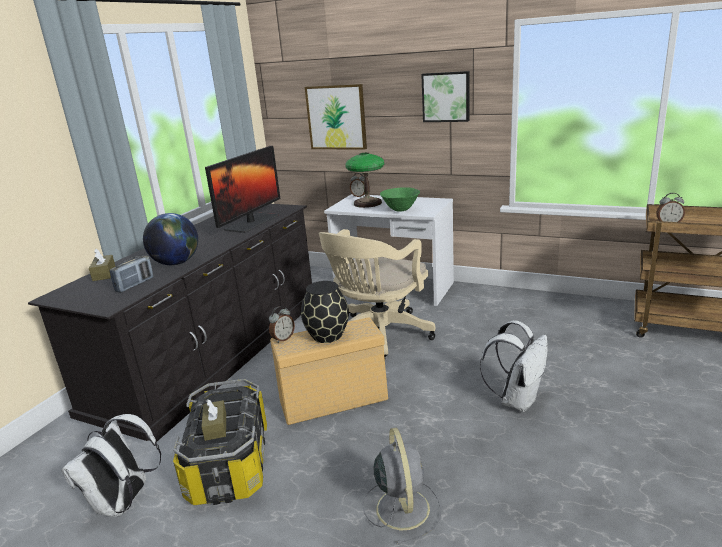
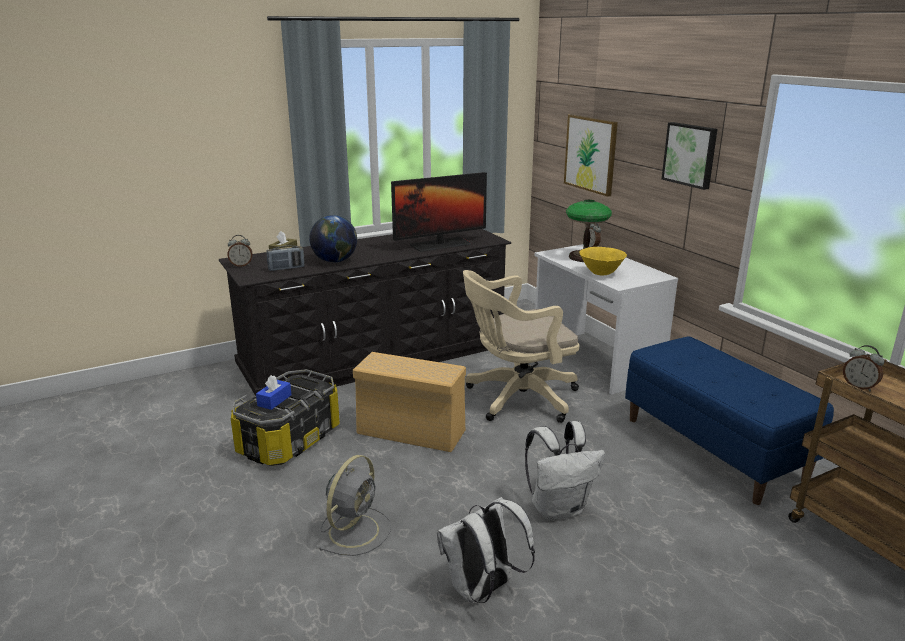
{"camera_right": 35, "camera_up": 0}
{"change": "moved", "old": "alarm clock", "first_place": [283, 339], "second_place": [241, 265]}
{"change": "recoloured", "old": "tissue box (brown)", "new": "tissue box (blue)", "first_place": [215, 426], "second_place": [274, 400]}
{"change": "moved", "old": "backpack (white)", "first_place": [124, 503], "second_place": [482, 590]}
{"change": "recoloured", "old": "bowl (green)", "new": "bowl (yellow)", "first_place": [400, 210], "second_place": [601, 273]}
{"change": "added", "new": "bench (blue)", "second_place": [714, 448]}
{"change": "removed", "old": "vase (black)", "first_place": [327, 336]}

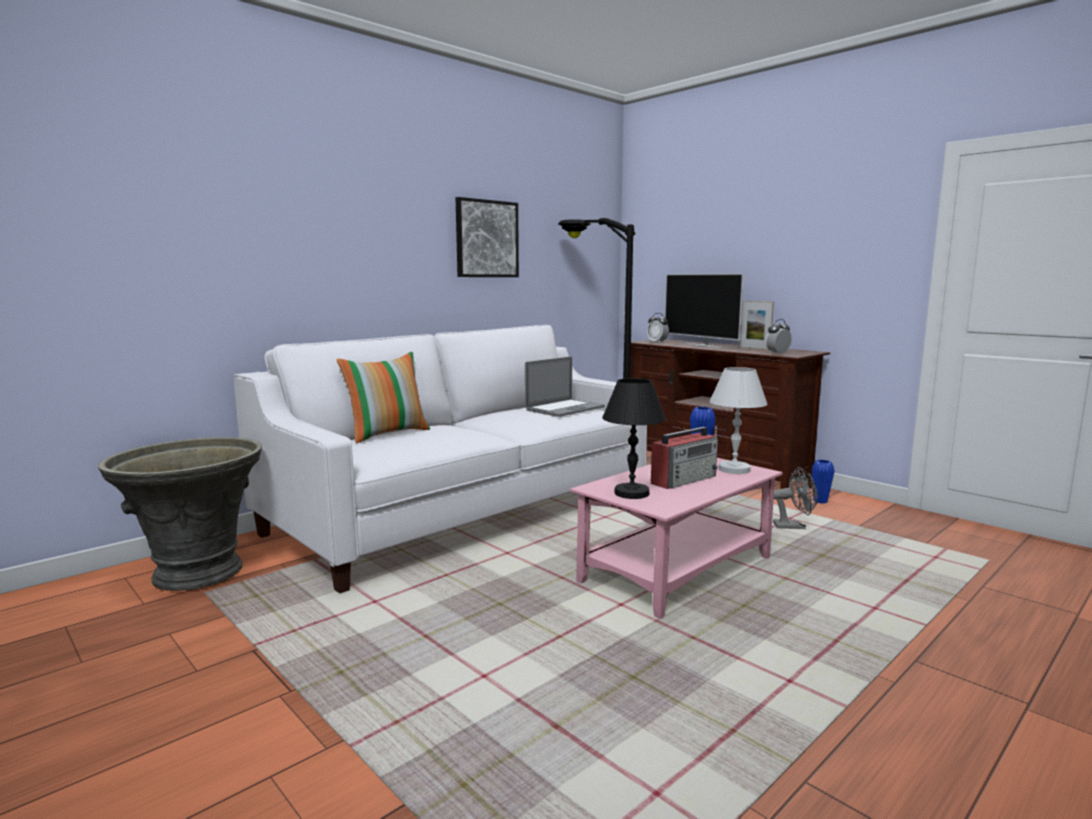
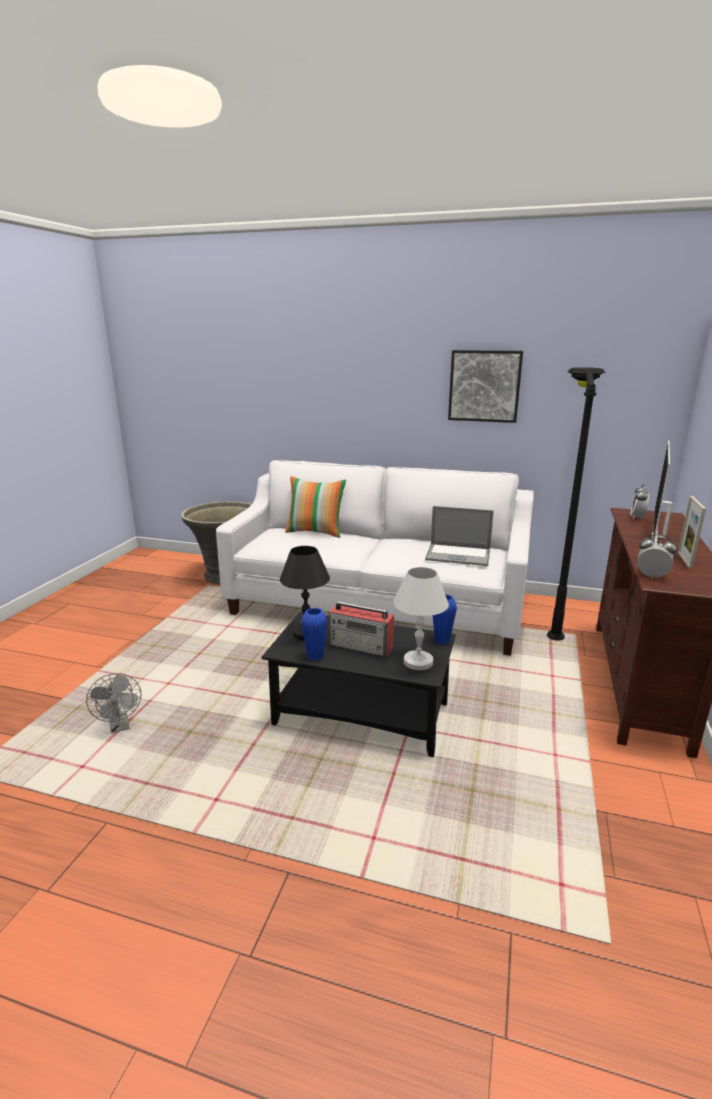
{"camera_right": 60, "camera_up": 10}
{"change": "moved", "old": "fan (grey)", "first_place": [794, 527], "second_place": [120, 726]}
{"change": "recoloured", "old": "coffee table (pink)", "new": "coffee table (black)", "first_place": [677, 569], "second_place": [363, 714]}
{"change": "moved", "old": "vase (blue)", "first_place": [820, 501], "second_place": [315, 656]}

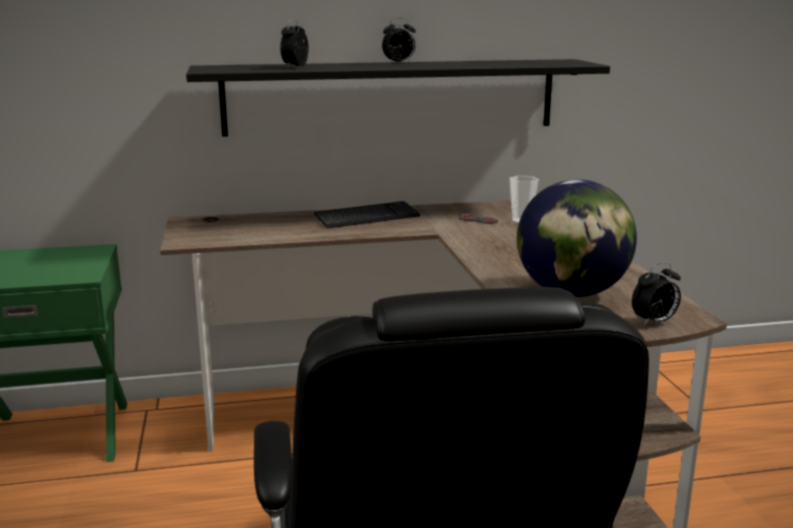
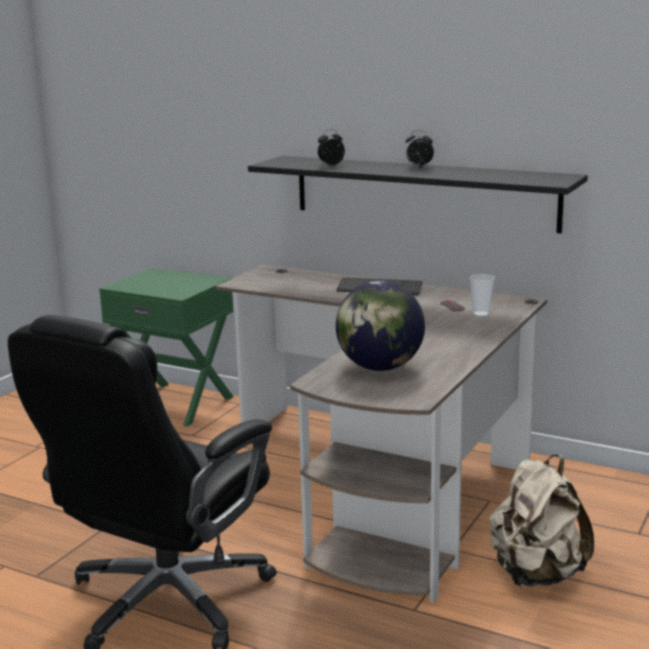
{"camera_right": 40, "camera_up": 0}
{"change": "added", "new": "backpack (beige)", "second_place": [536, 575]}
{"change": "removed", "old": "alarm clock", "first_place": [654, 322]}

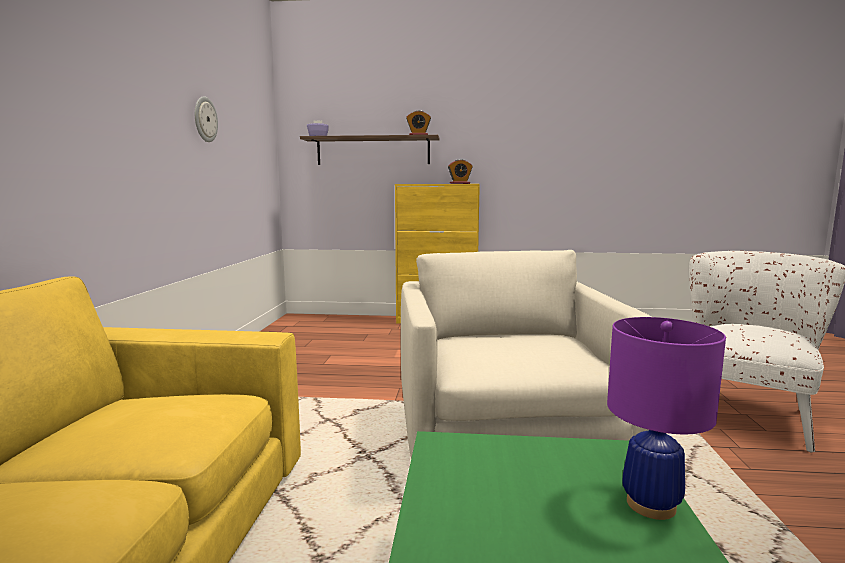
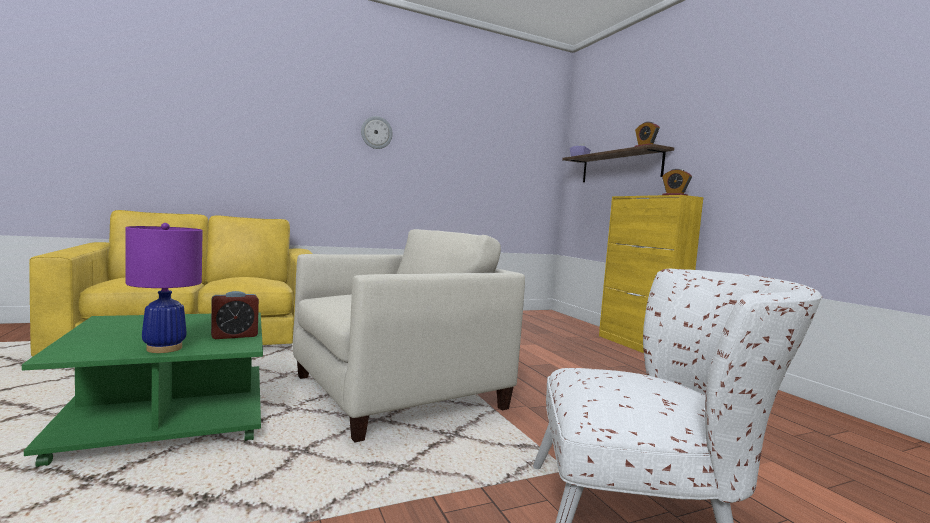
{"camera_right": 60, "camera_up": -5}
{"change": "added", "new": "alarm clock", "second_place": [234, 336]}
{"change": "moved", "old": "wall clock", "first_place": [205, 119], "second_place": [376, 132]}

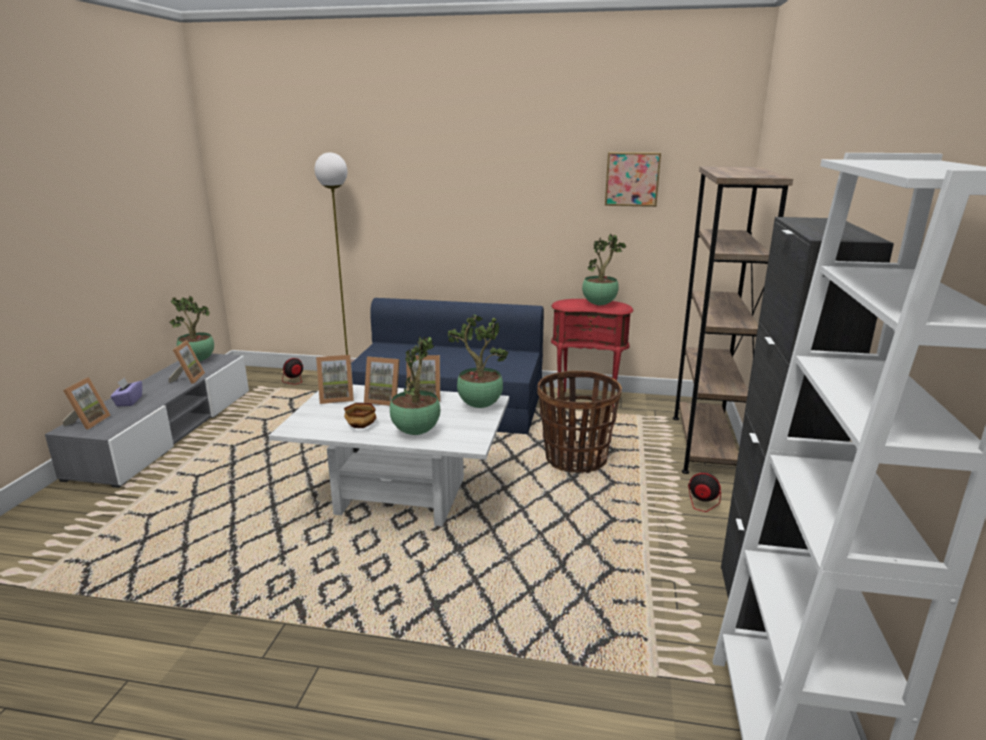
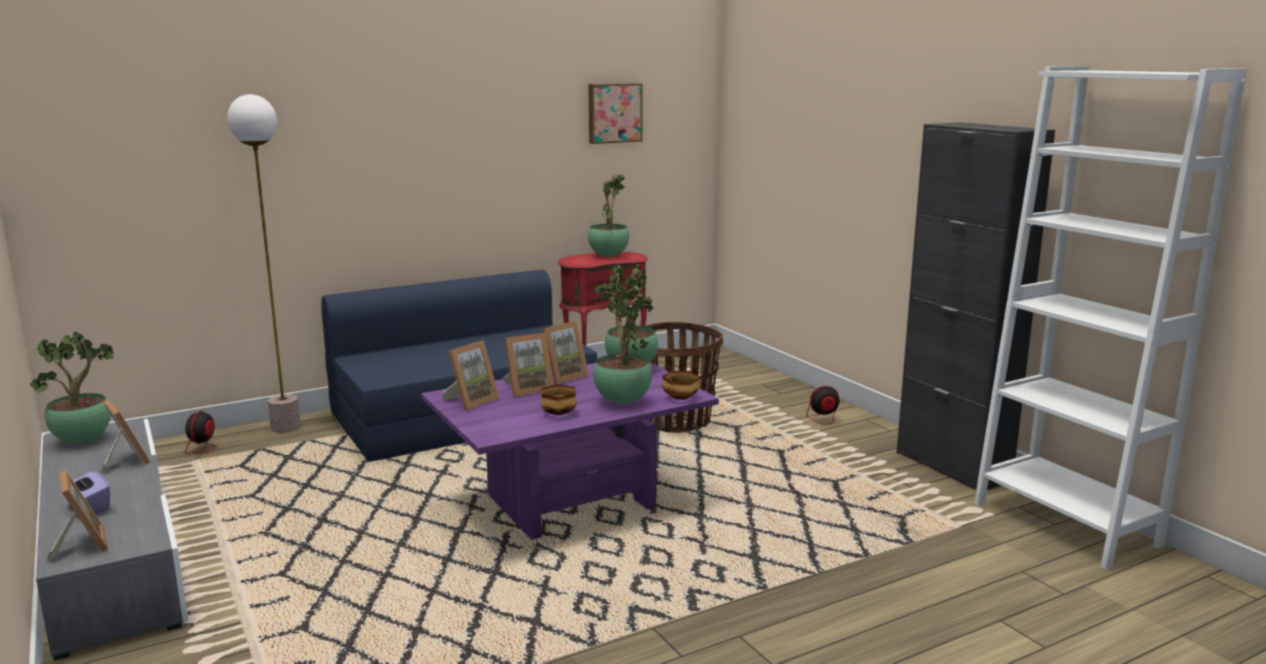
{"camera_right": -40, "camera_up": -5}
{"change": "recoloured", "old": "coffee table (white)", "new": "coffee table (purple)", "first_place": [401, 496], "second_place": [570, 502]}
{"change": "added", "new": "bowl", "second_place": [679, 398]}
{"change": "removed", "old": "bookcase (brown)", "first_place": [704, 445]}

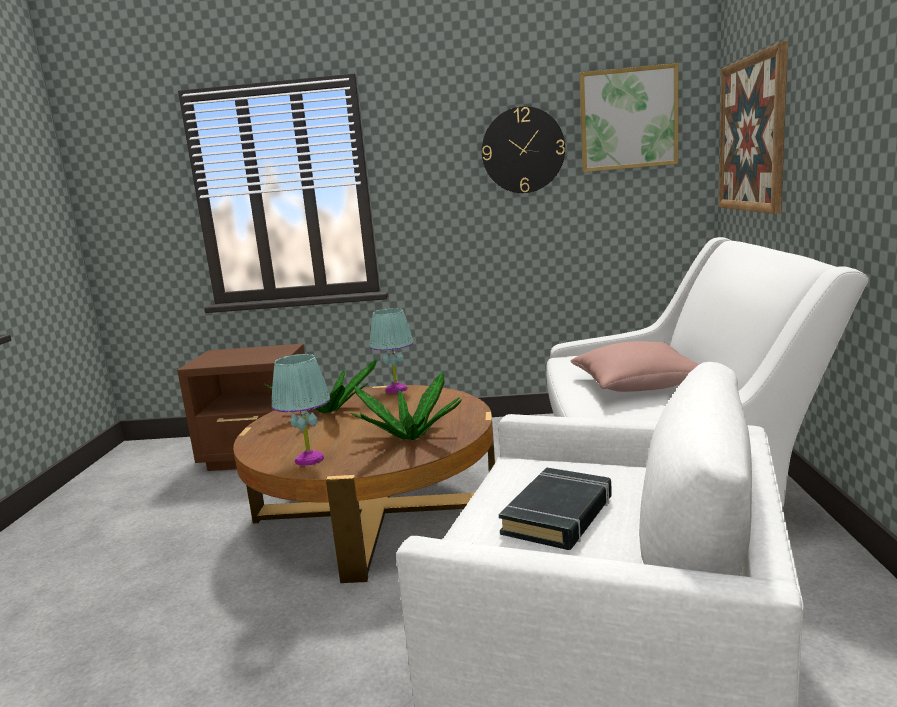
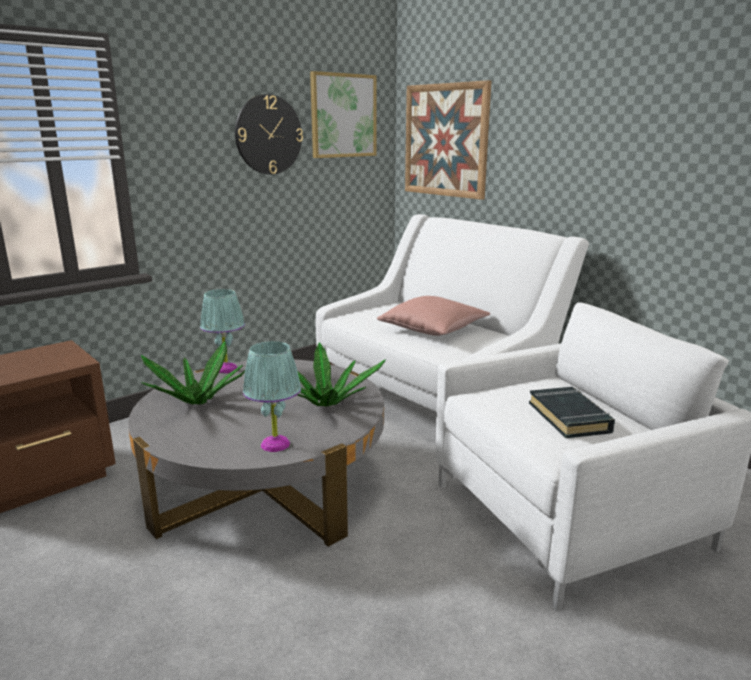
{"camera_right": -45, "camera_up": 5}
{"change": "recoloured", "old": "coffee table (brown)", "new": "coffee table (grey)", "first_place": [375, 511], "second_place": [266, 484]}

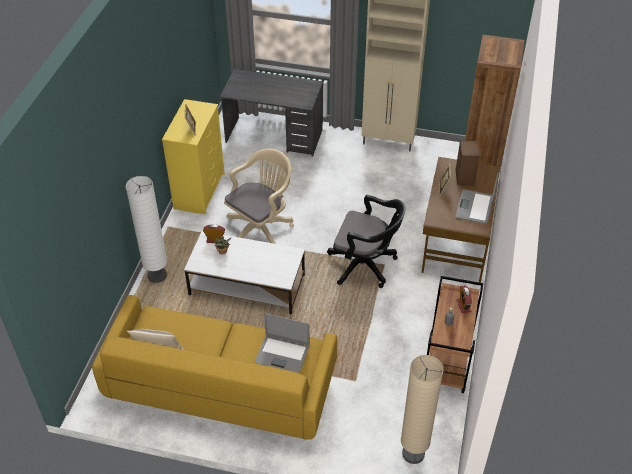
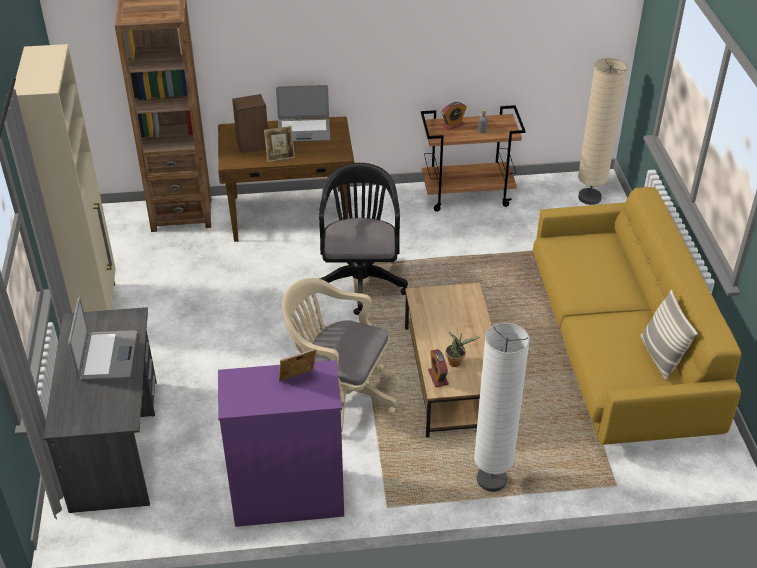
{"camera_right": -110, "camera_up": -5}
{"change": "moved", "old": "laptop", "first_place": [282, 354], "second_place": [107, 356]}
{"change": "recoloured", "old": "dresser (yellow)", "new": "dresser (purple)", "first_place": [199, 190], "second_place": [287, 497]}
{"change": "recoloured", "old": "coffee table (white)", "new": "coffee table (brown)", "first_place": [247, 285], "second_place": [453, 377]}

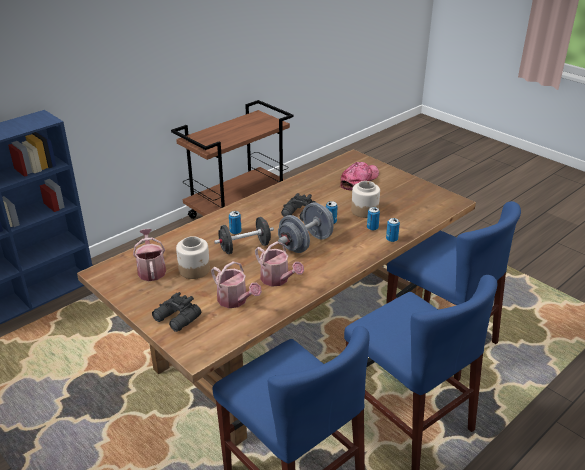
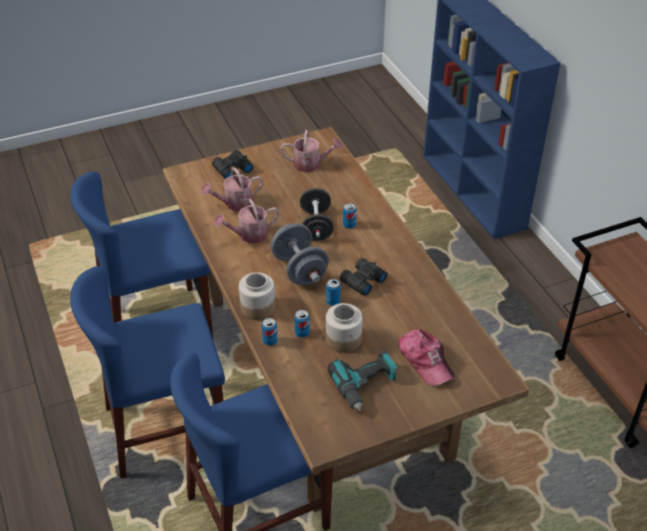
{"camera_right": 110, "camera_up": 10}
{"change": "moved", "old": "jar", "first_place": [194, 270], "second_place": [257, 308]}
{"change": "added", "new": "power drill", "second_place": [365, 386]}

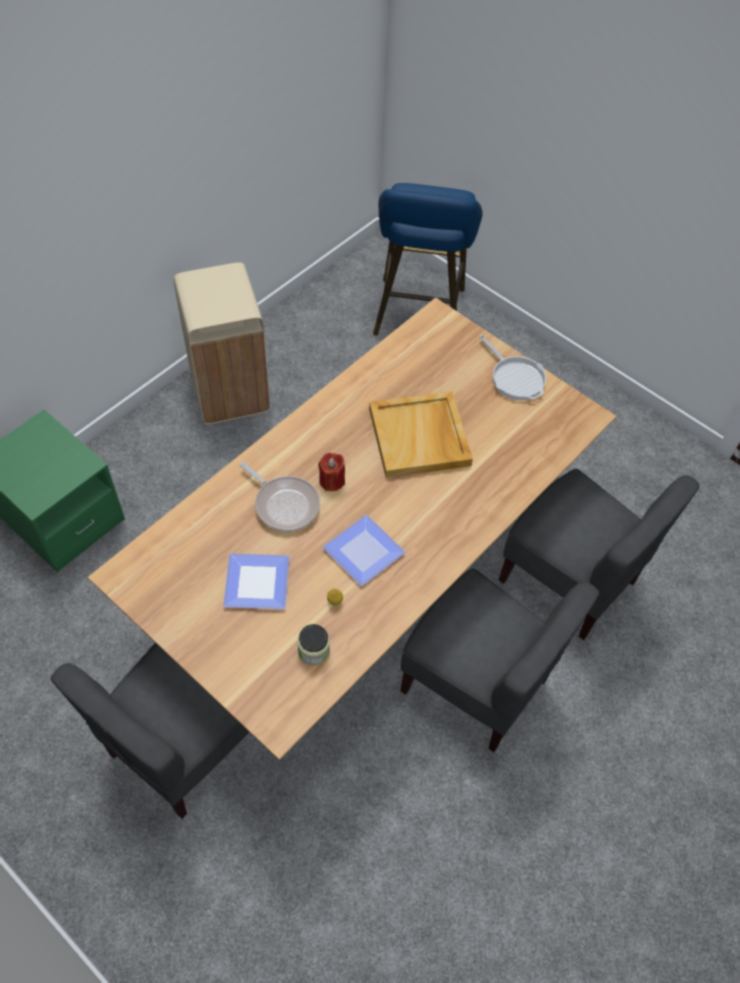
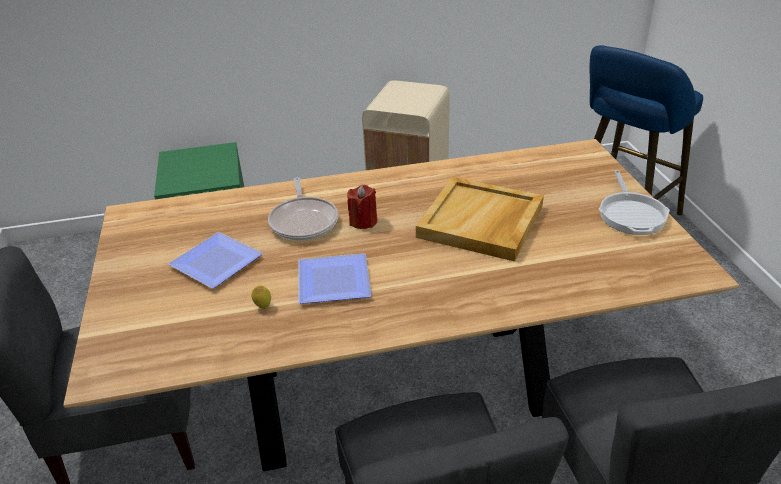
{"camera_right": 40, "camera_up": -20}
{"change": "removed", "old": "jar", "first_place": [314, 651]}

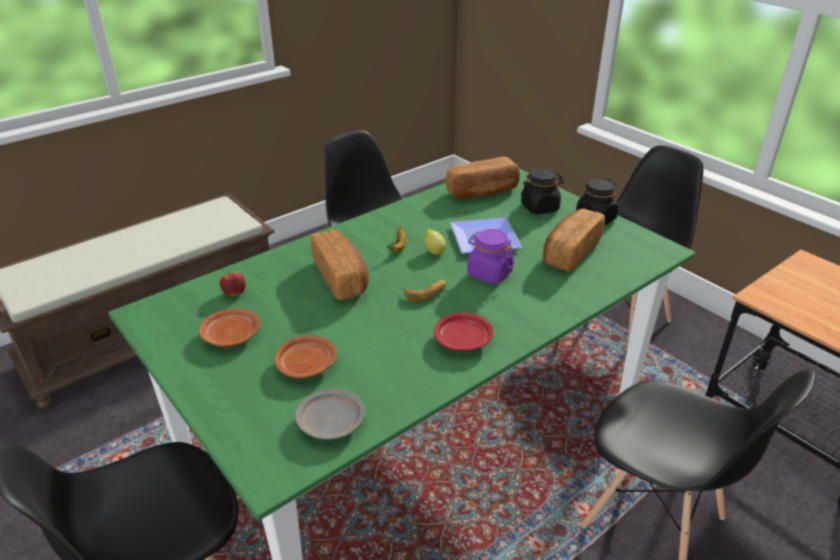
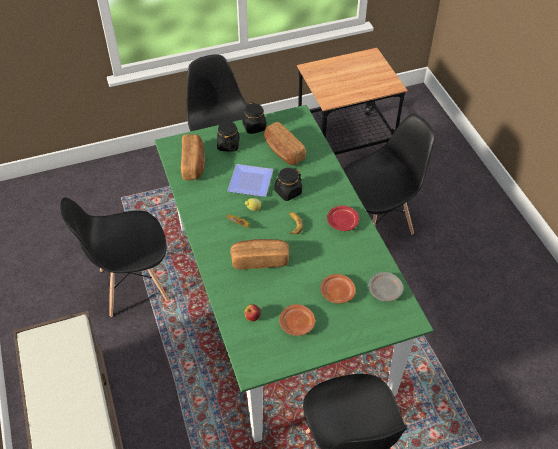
{"camera_right": -70, "camera_up": 15}
{"change": "recoloured", "old": "jar (purple)", "new": "jar (black)", "first_place": [489, 273], "second_place": [288, 192]}

